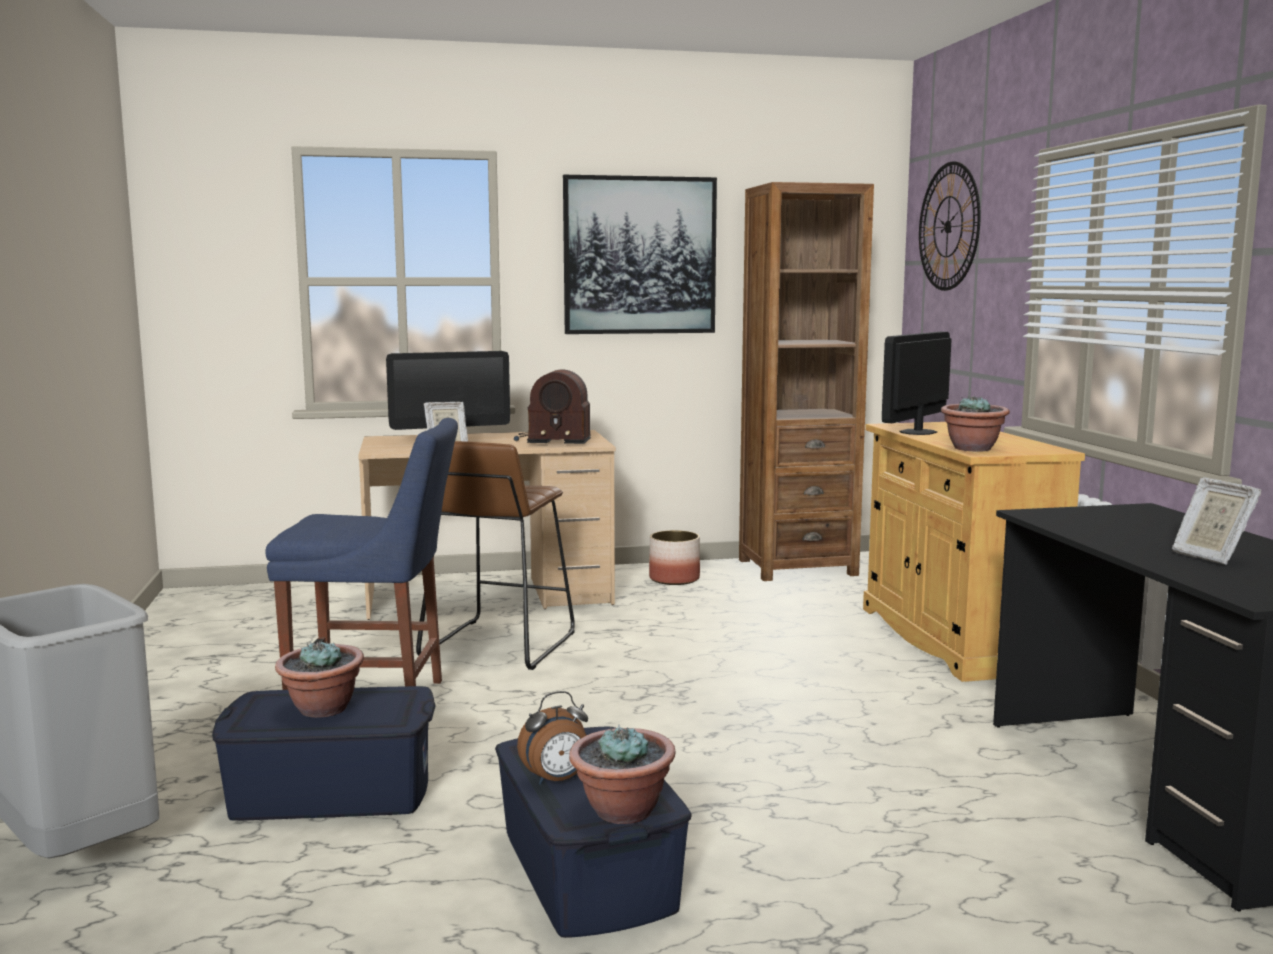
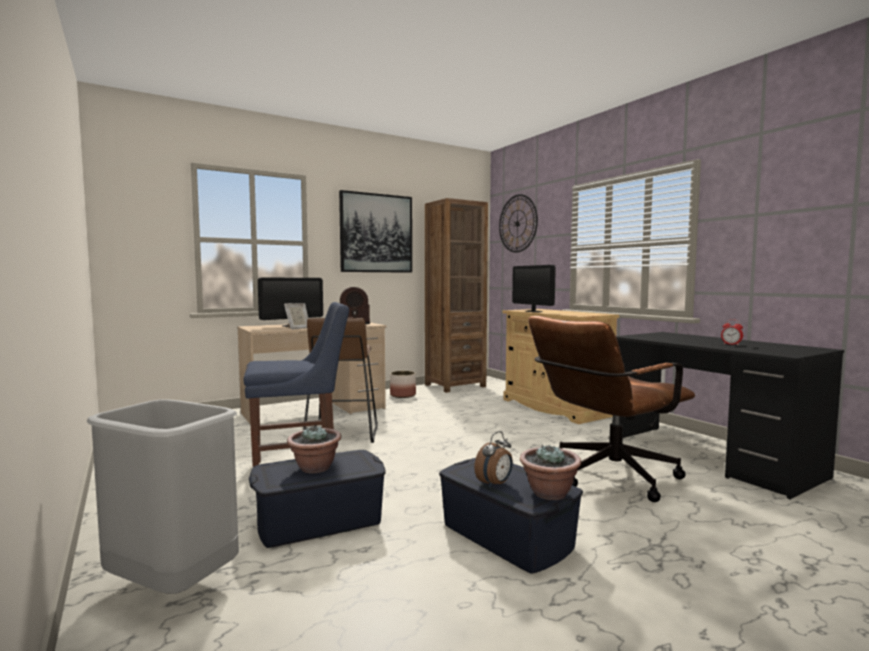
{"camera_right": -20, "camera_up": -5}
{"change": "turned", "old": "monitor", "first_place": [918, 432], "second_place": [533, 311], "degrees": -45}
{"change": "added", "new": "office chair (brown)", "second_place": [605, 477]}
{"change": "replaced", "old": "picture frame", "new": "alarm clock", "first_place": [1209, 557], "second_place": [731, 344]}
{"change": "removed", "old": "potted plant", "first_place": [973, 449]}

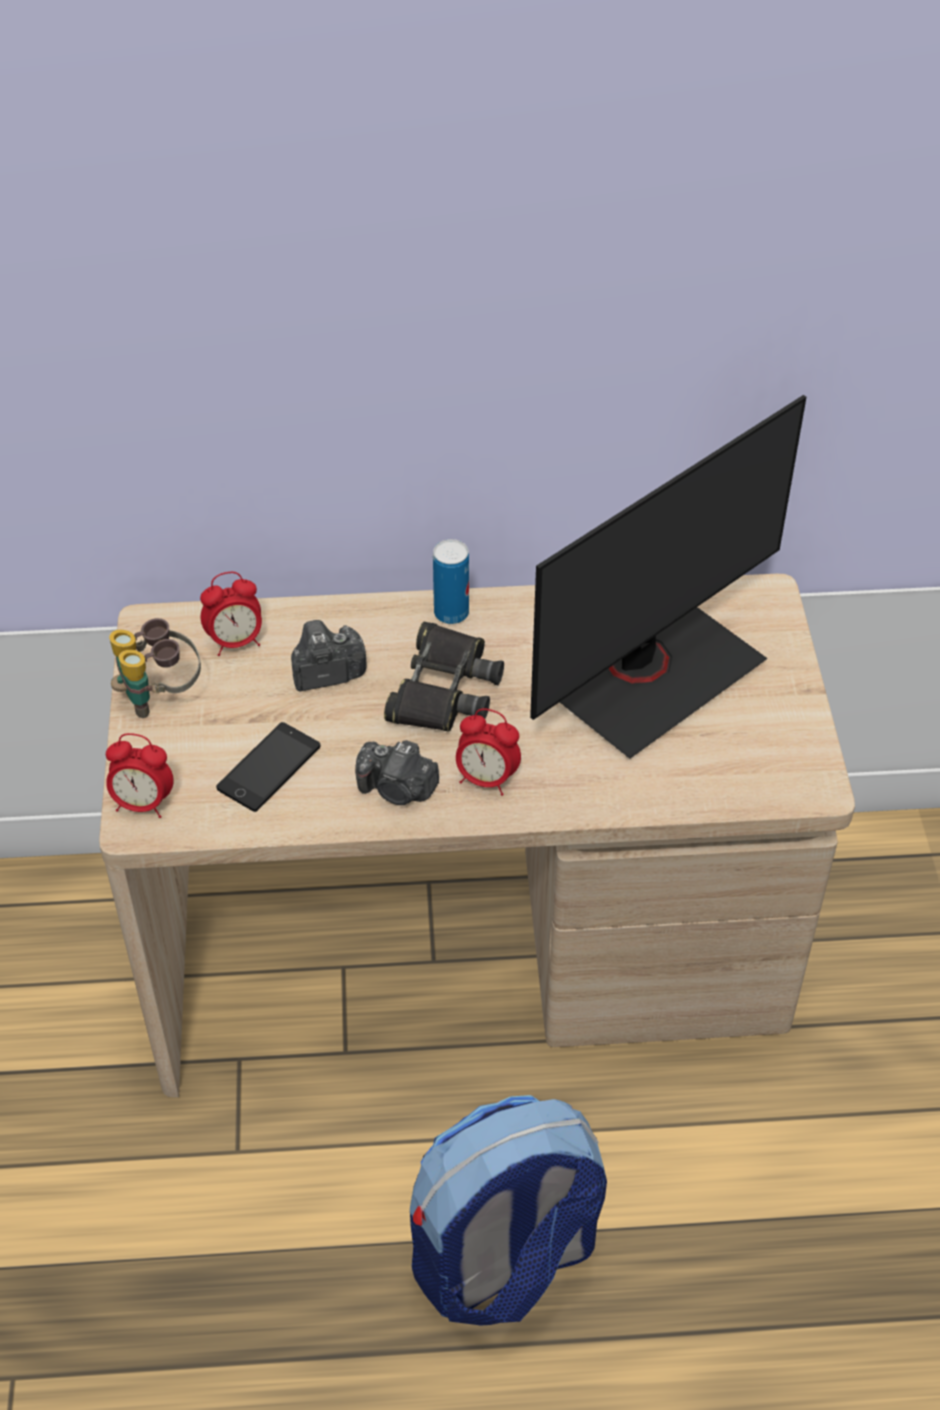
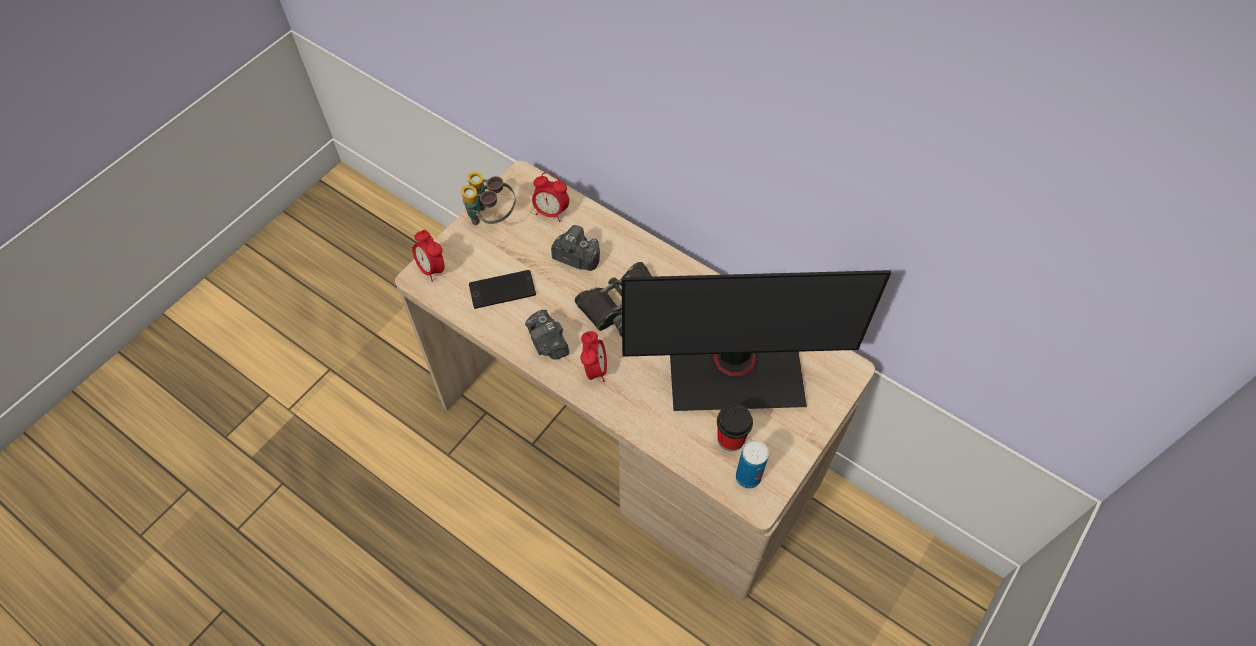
{"camera_right": 40, "camera_up": 10}
{"change": "turned", "old": "alarm clock", "first_place": [486, 779], "second_place": [594, 369], "degrees": -150}
{"change": "added", "new": "cup", "second_place": [730, 439]}
{"change": "moved", "old": "can", "first_place": [451, 613], "second_place": [748, 477]}
{"change": "removed", "old": "backpack", "first_place": [503, 1261]}

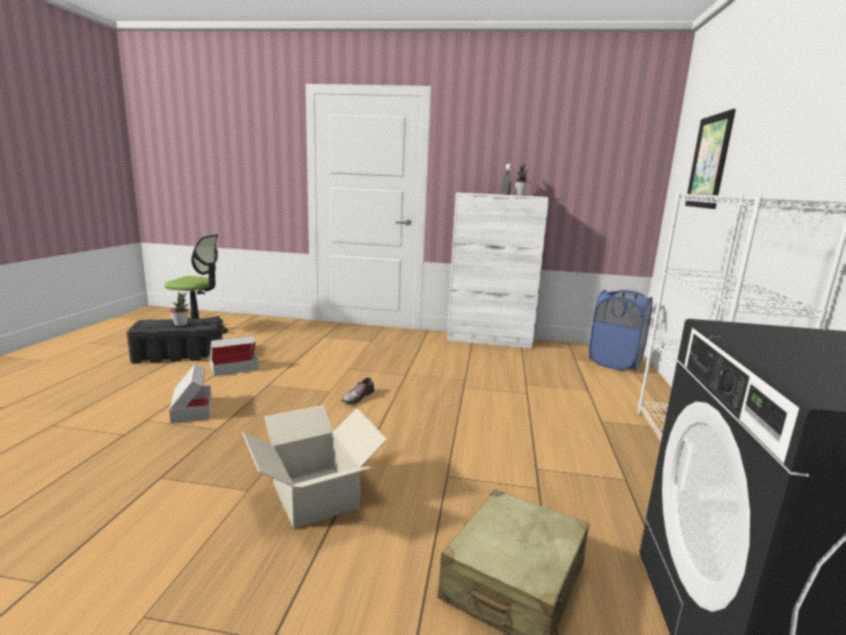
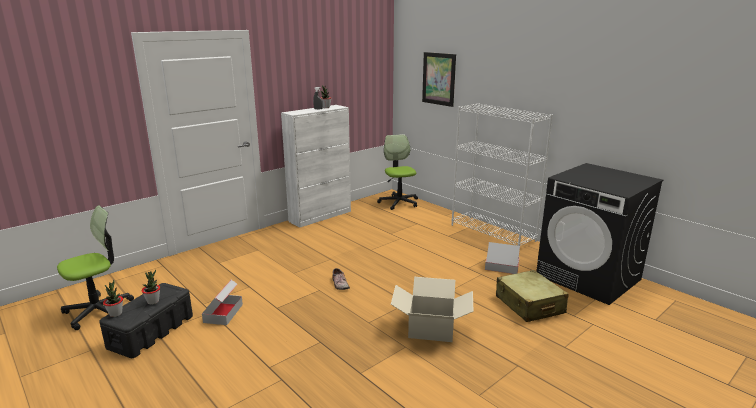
{"camera_right": -50, "camera_up": 5}
{"change": "added", "new": "potted plant", "second_place": [116, 313]}
{"change": "replaced", "old": "laundry basket (blue)", "new": "office chair", "first_place": [615, 362], "second_place": [399, 202]}
{"change": "moved", "old": "cardboard box", "first_place": [192, 409], "second_place": [501, 267]}

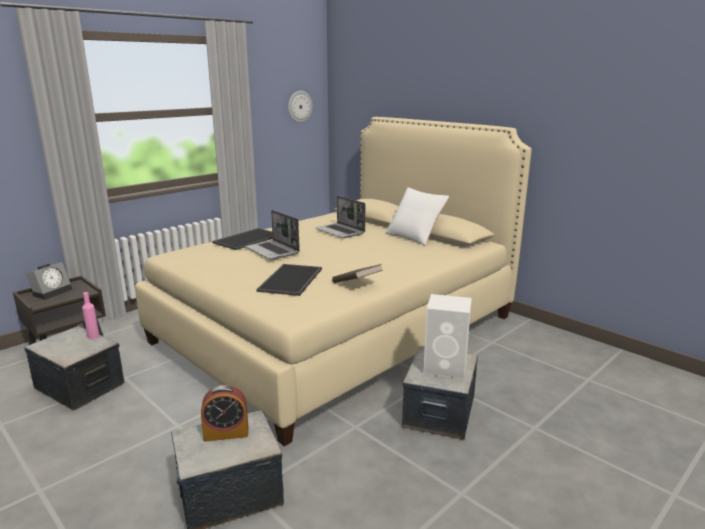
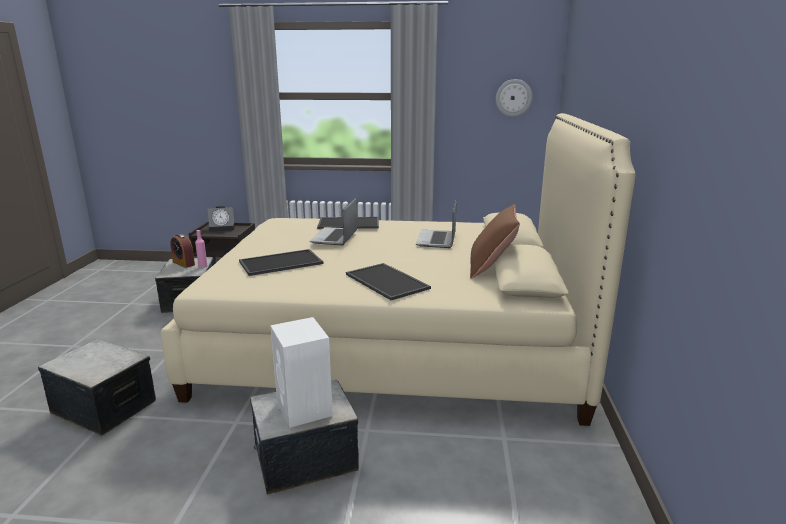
{"camera_right": 50, "camera_up": 0}
{"change": "moved", "old": "alarm clock", "first_place": [226, 433], "second_place": [183, 263]}
{"change": "added", "new": "tray", "second_place": [388, 281]}
{"change": "recoloured", "old": "pillow (white)", "new": "pillow (brown)", "first_place": [415, 236], "second_place": [491, 267]}
{"change": "removed", "old": "book (brown)", "first_place": [357, 284]}

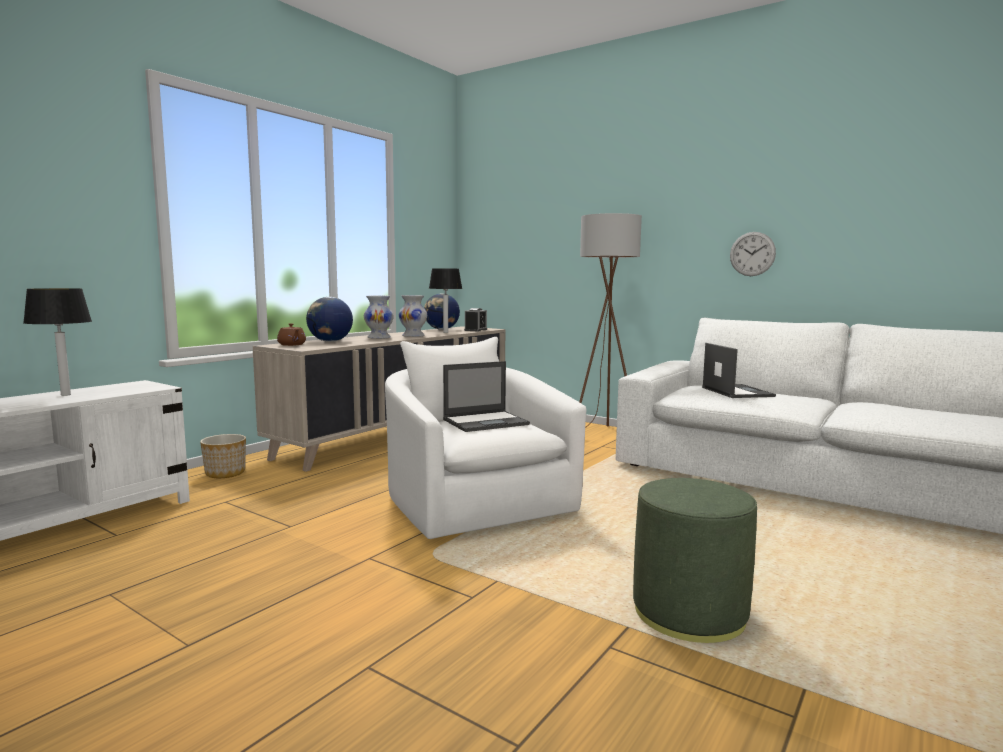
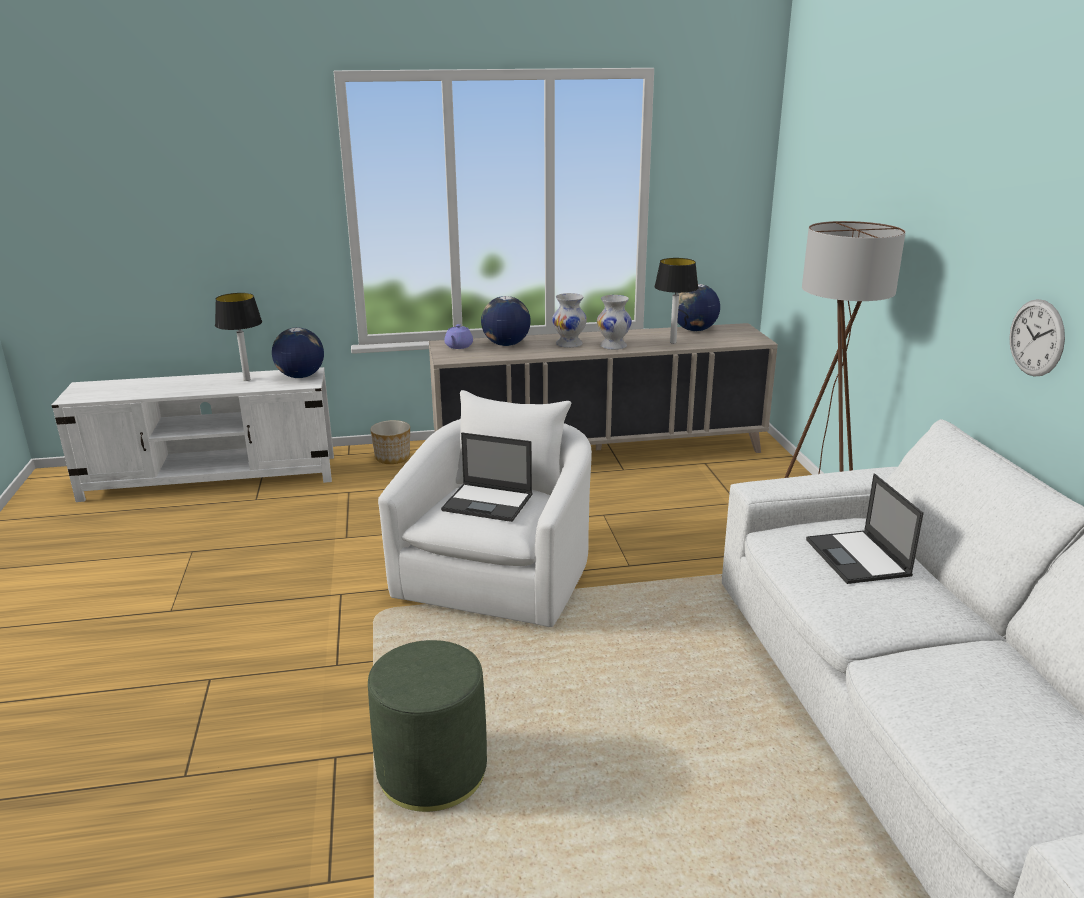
{"camera_right": 45, "camera_up": 15}
{"change": "added", "new": "globe", "second_place": [300, 376]}
{"change": "recoloured", "old": "teapot (brown)", "new": "teapot (purple)", "first_place": [292, 345], "second_place": [458, 346]}
{"change": "turned", "old": "laptop", "first_place": [736, 392], "second_place": [858, 558], "degrees": 135}
{"change": "removed", "old": "alarm clock", "first_place": [475, 330]}

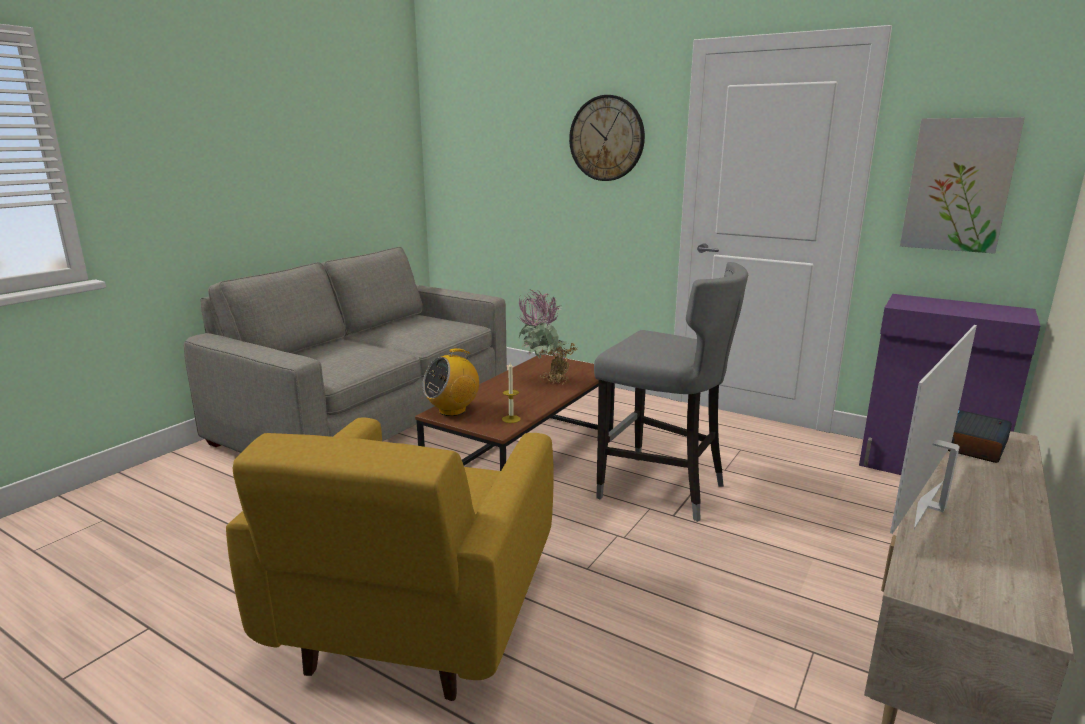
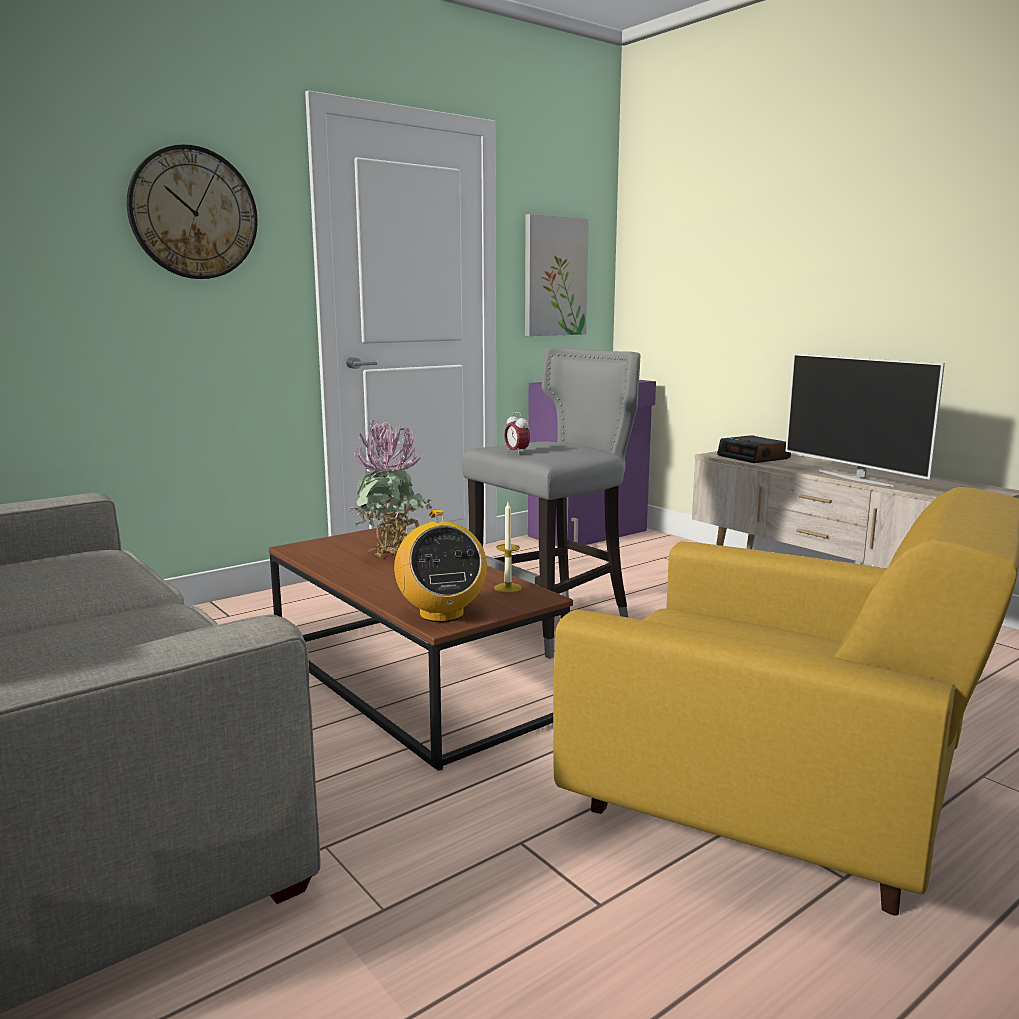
{"camera_right": -70, "camera_up": -5}
{"change": "added", "new": "alarm clock", "second_place": [516, 452]}

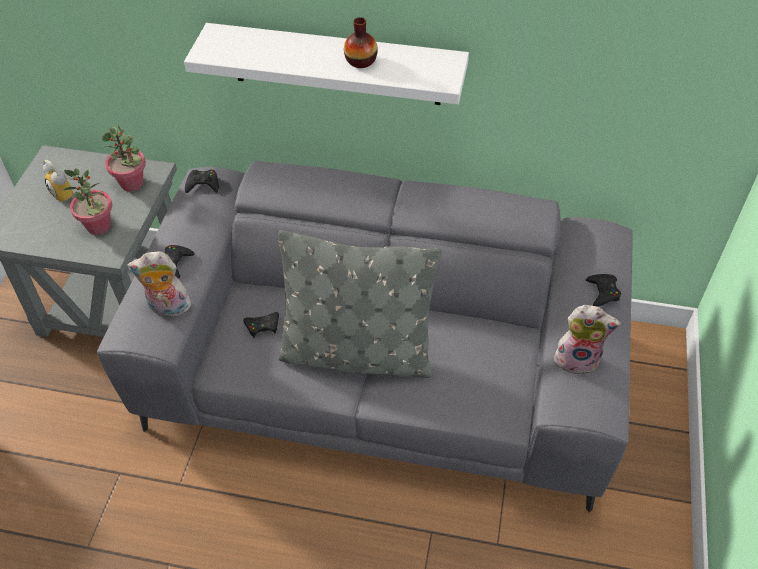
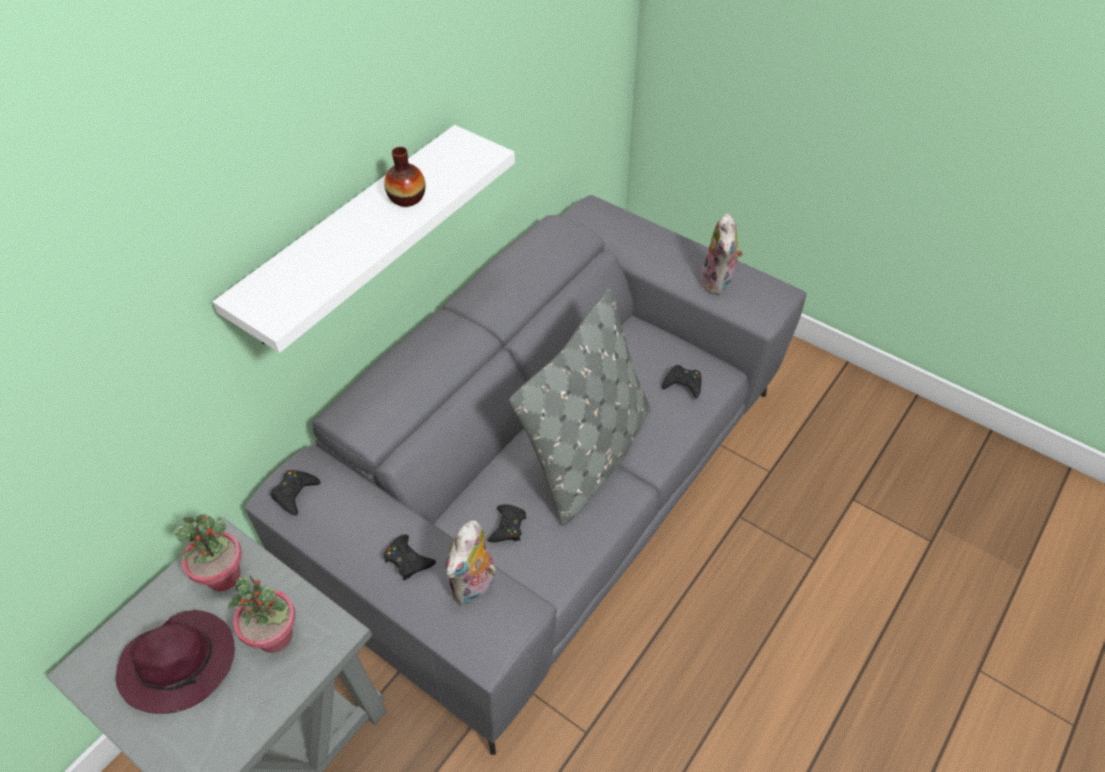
{"camera_right": -65, "camera_up": 0}
{"change": "replaced", "old": "alarm clock", "new": "hat (purple)", "first_place": [67, 194], "second_place": [181, 663]}
{"change": "moved", "old": "game controller (black)", "first_place": [603, 292], "second_place": [683, 384]}
{"change": "turned", "old": "plush toy", "first_place": [578, 359], "second_place": [718, 282], "degrees": 150}

